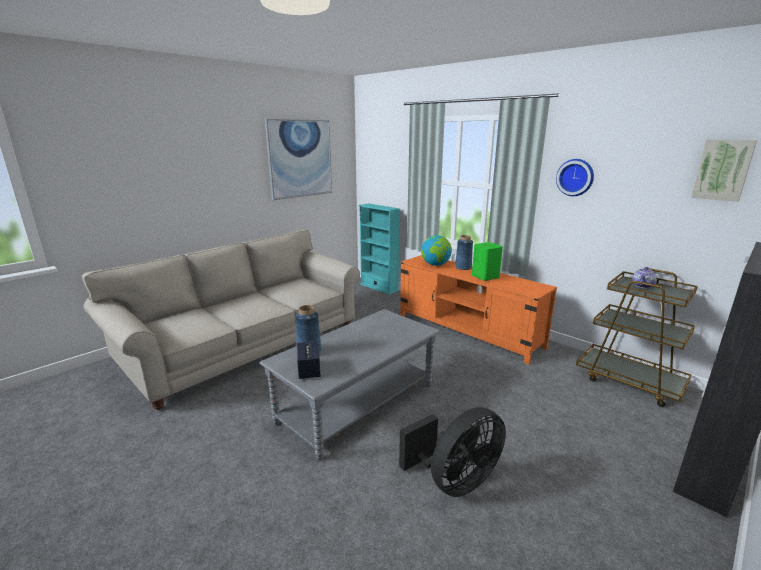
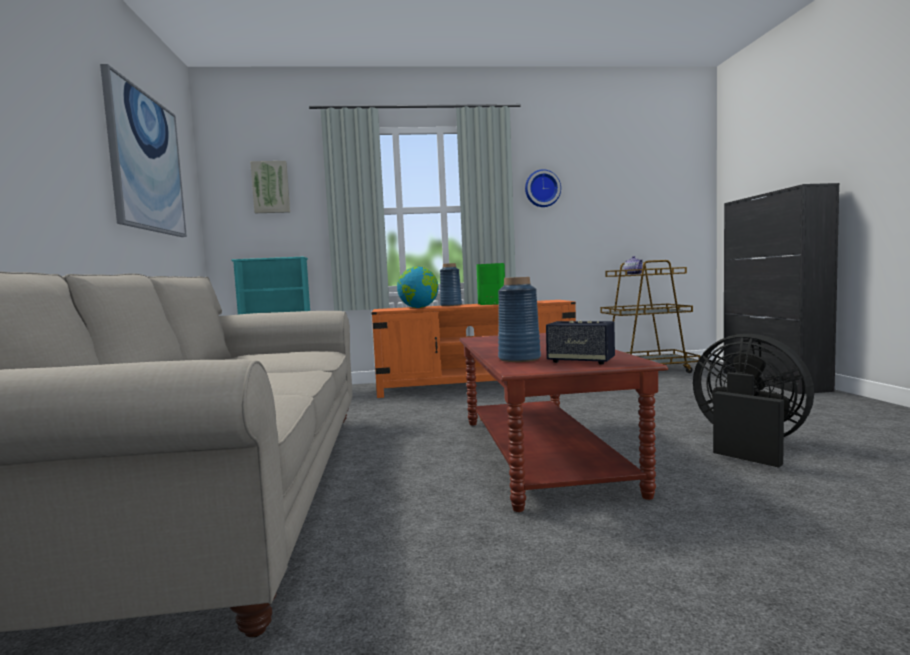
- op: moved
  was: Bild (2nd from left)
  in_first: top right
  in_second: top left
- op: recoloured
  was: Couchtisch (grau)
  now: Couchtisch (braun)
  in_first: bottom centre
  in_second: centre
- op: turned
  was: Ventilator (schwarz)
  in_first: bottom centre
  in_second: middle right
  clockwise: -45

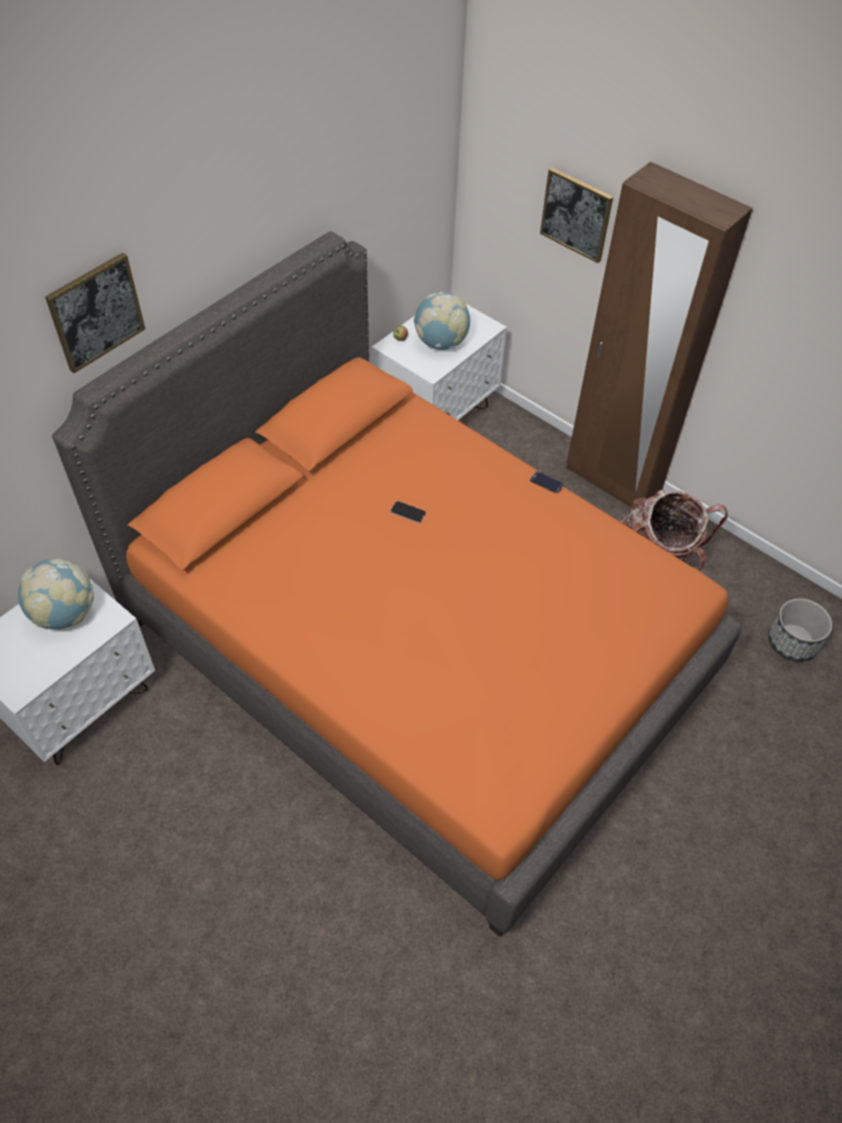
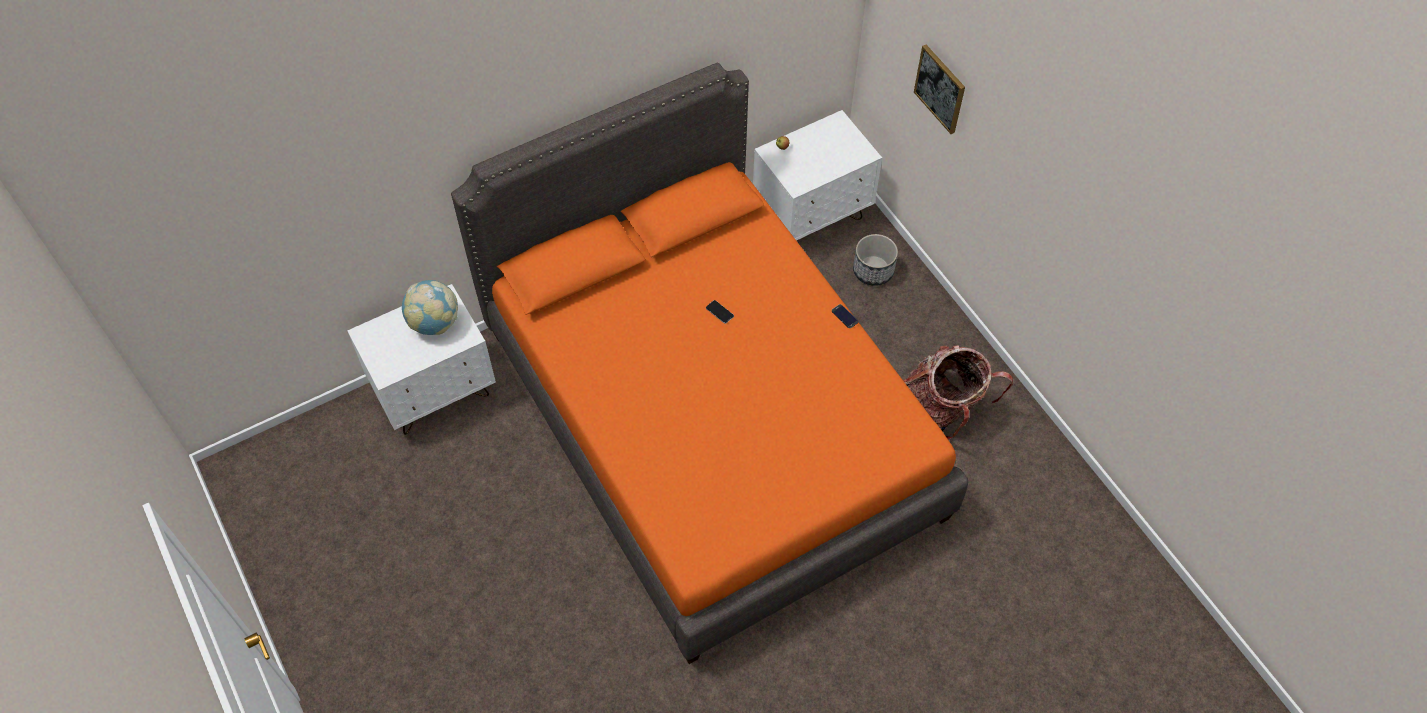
- op: removed
  was: Kleiderschrank (braun)
  in_first: top right
- op: removed
  was: Bild (1st from left)
  in_first: top left
- op: removed
  was: Globus (2nd from left)
  in_first: top centre
- op: moved
  was: Pflanzkübel
  in_first: middle right
  in_second: centre

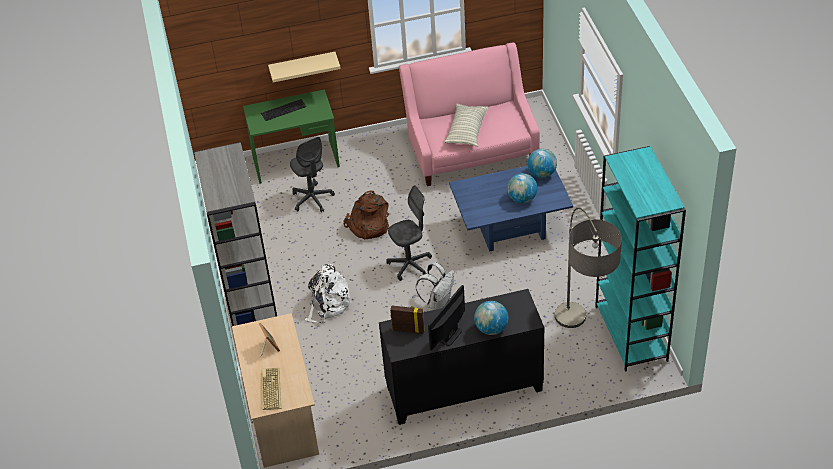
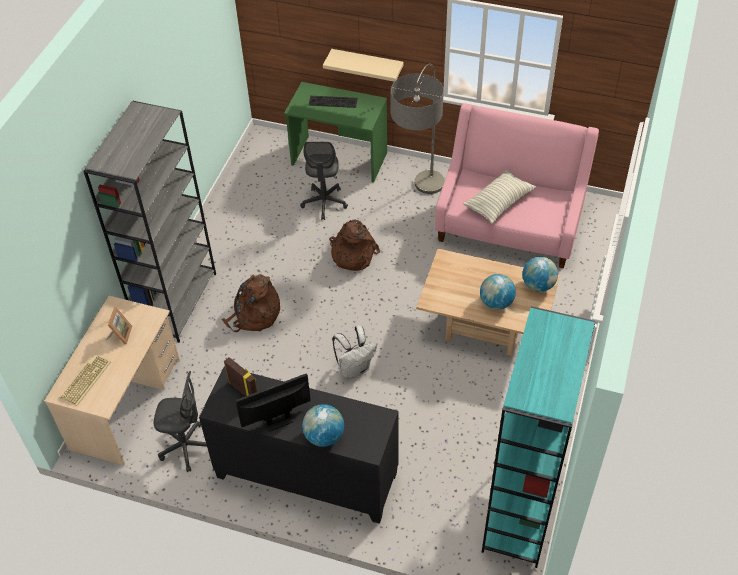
- op: recoloured
  was: Couchtisch (blau)
  now: Couchtisch (beige)
  in_first: centre
  in_second: centre
- op: moved
  was: Bürostuhl (grau) (2nd from left in the first image)
  now: Bürostuhl (grau) (1st from left)
  in_first: centre
  in_second: bottom left
- op: moved
  was: Stehlampe
  in_first: middle right
  in_second: top centre
- op: recoloured
  was: Rucksack (weiß) (1st from left)
  now: Rucksack (braun) (1st from left)
  in_first: centre
  in_second: centre

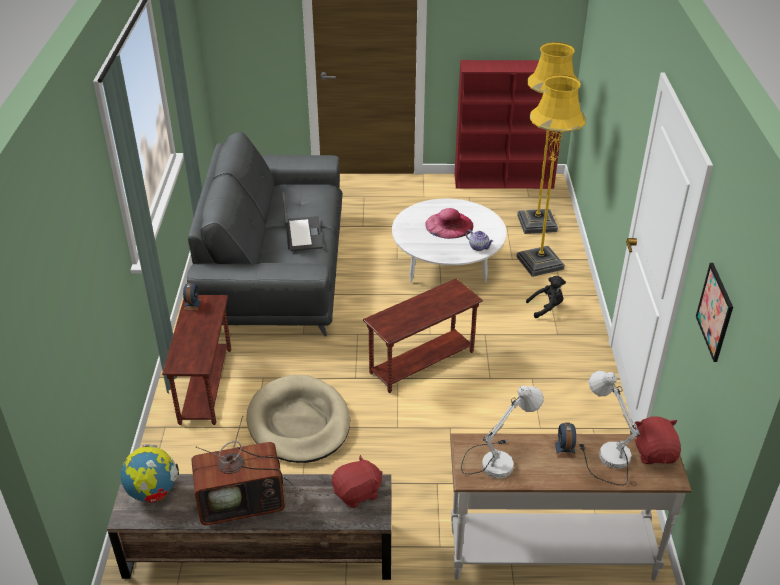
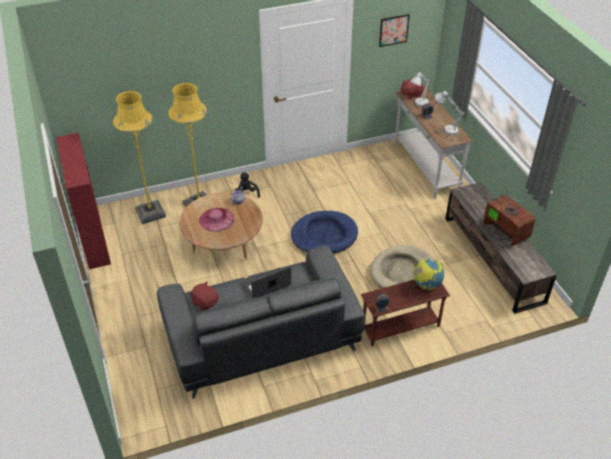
- op: recoloured
  was: Couchtisch (weiß)
  now: Couchtisch (braun)
  in_first: centre
  in_second: centre
- op: replaced
  was: Beistelltisch (braun) (2nd from left)
  now: Hundebett (blau)
  in_first: centre
  in_second: centre
- op: moved
  was: Globus
  in_first: bottom left
  in_second: middle right
- op: moved
  was: Plüschtier (rot) (1st from left)
  in_first: bottom centre
  in_second: centre

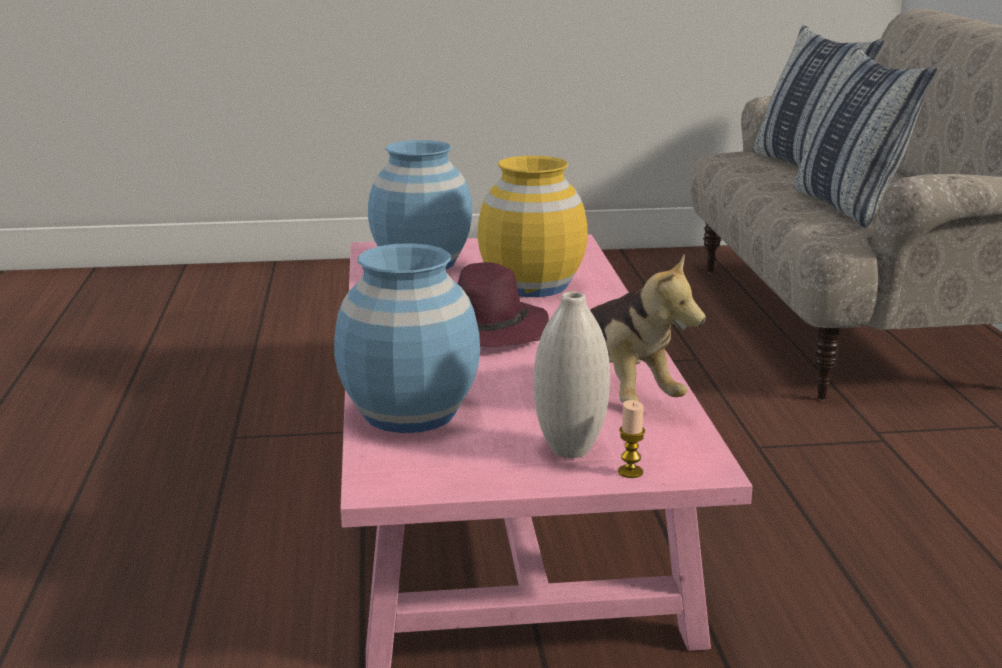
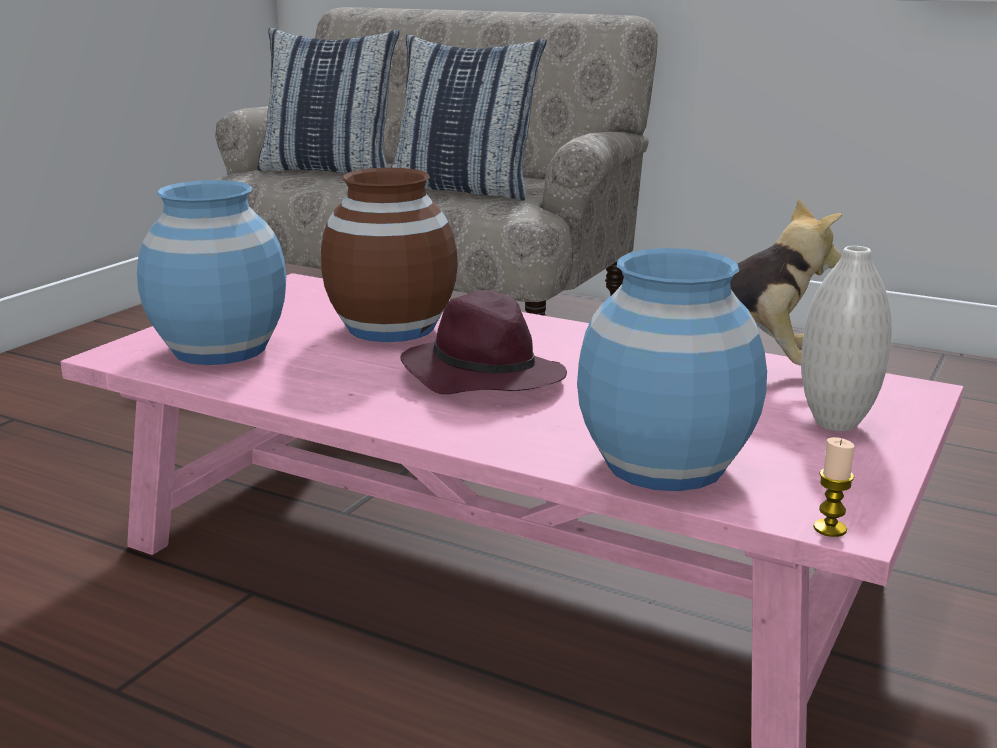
- op: recoloured
  was: Vase (gelb)
  now: Vase (braun)
  in_first: centre
  in_second: centre
- op: moved
  was: Kerze
  in_first: centre
  in_second: middle right

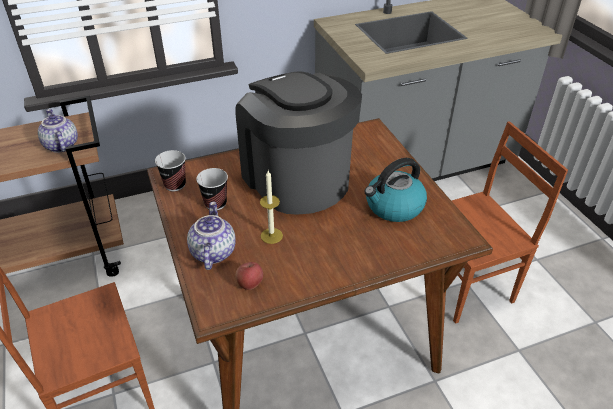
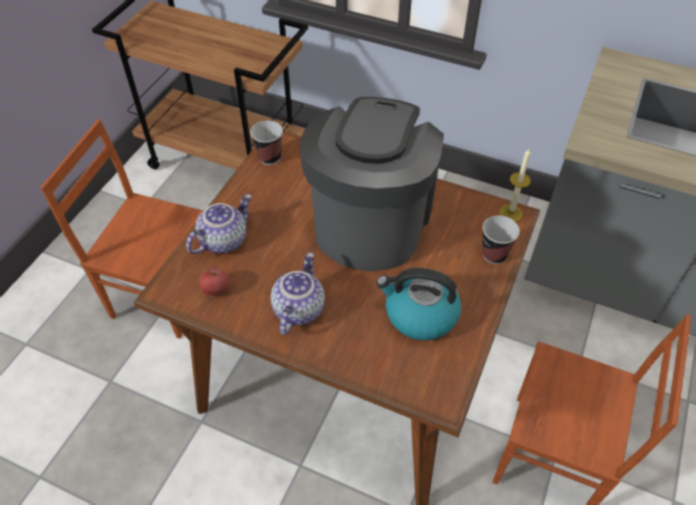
- op: moved
  was: Teekanne (1st from left in the first image)
  now: Teekanne (2nd from left)
  in_first: top left
  in_second: centre
- op: moved
  was: Tasse (2nd from left)
  in_first: centre
  in_second: middle right
- op: moved
  was: Kerze
  in_first: centre
  in_second: middle right

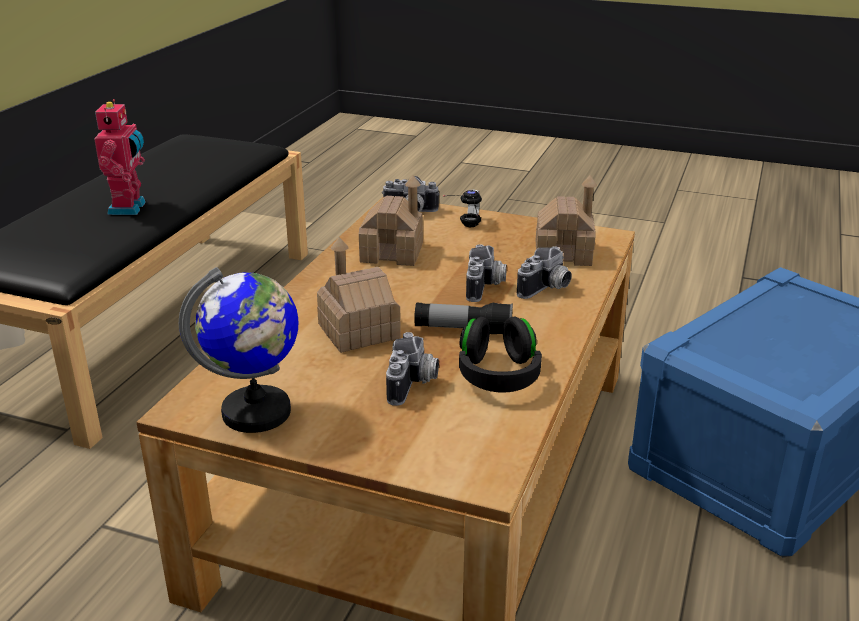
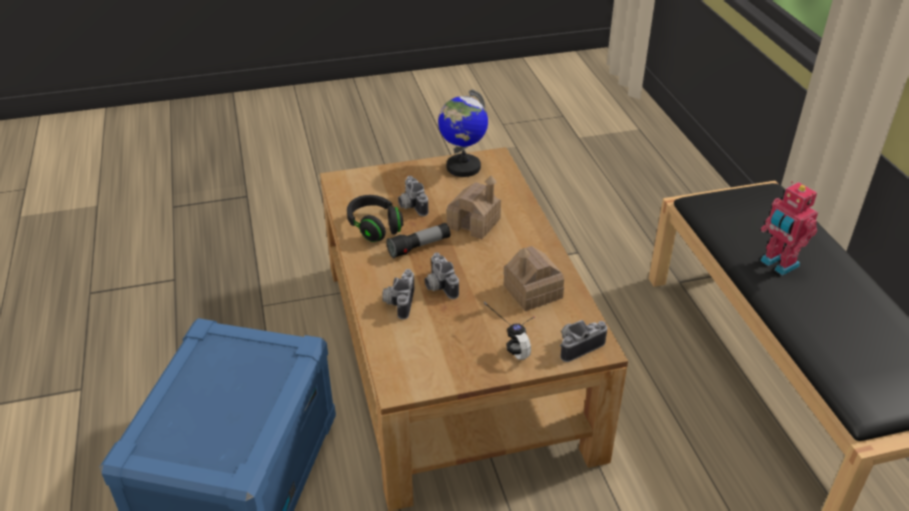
- op: removed
  was: Spielzeughaus (3rd from left)
  in_first: centre

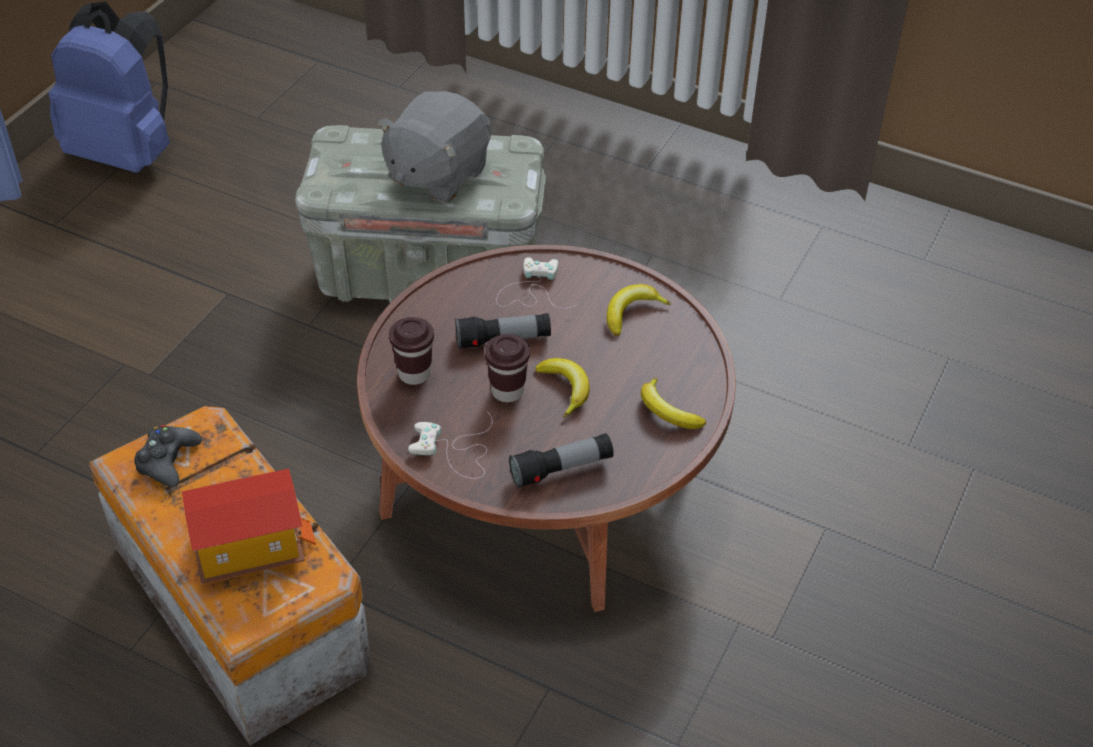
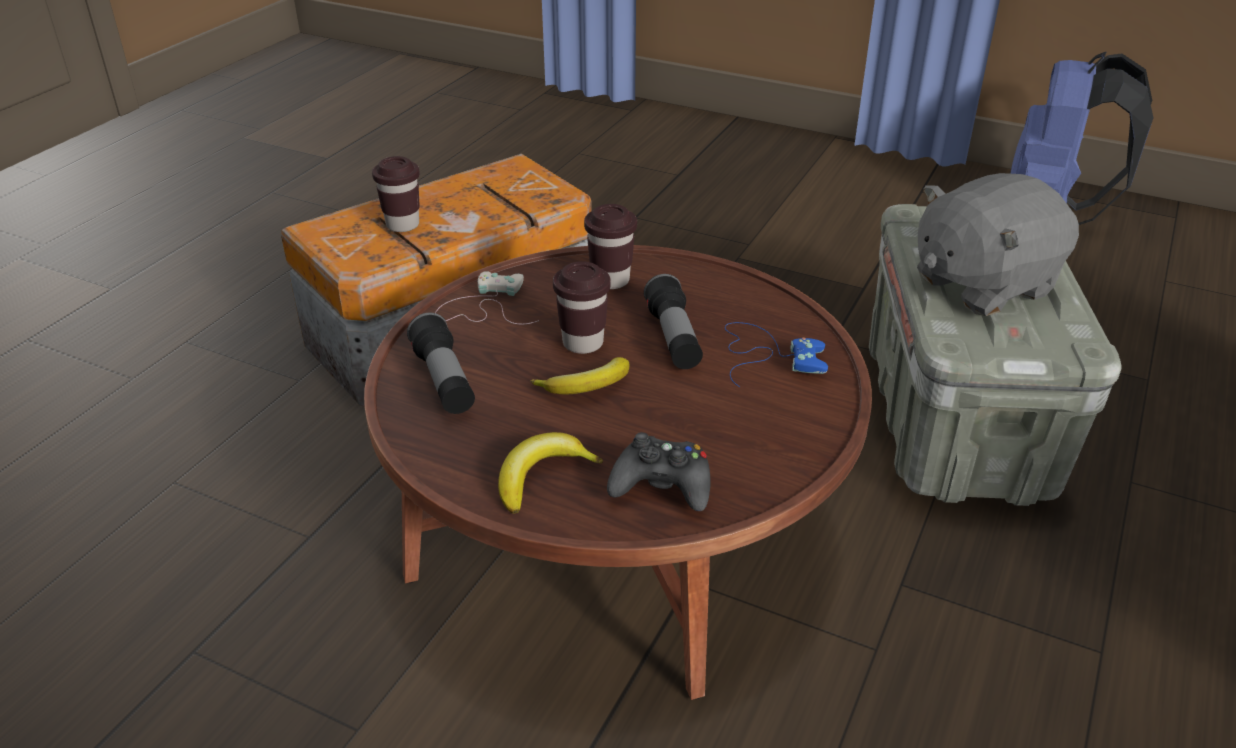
- op: turned
  was: Plüschtier (grau)
  in_first: top centre
  in_second: top right
  clockwise: -60
- op: recoloured
  was: Gamepad (weiß) (2nd from left)
  now: Gamepad (blau)
  in_first: centre
  in_second: centre
- op: removed
  was: Banane (2nd from left)
  in_first: centre
- op: moved
  was: Gamepad (schwarz)
  in_first: middle left
  in_second: centre
- op: replaced
  was: Spielzeughaus
  now: Tasse (braun) (1st from left)
  in_first: bottom left
  in_second: top left

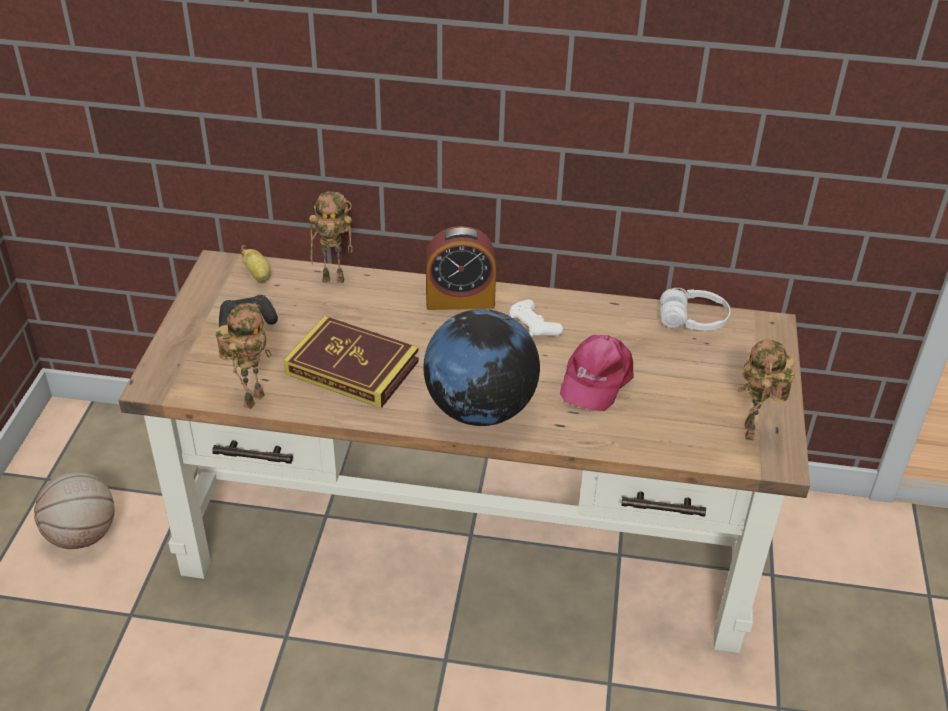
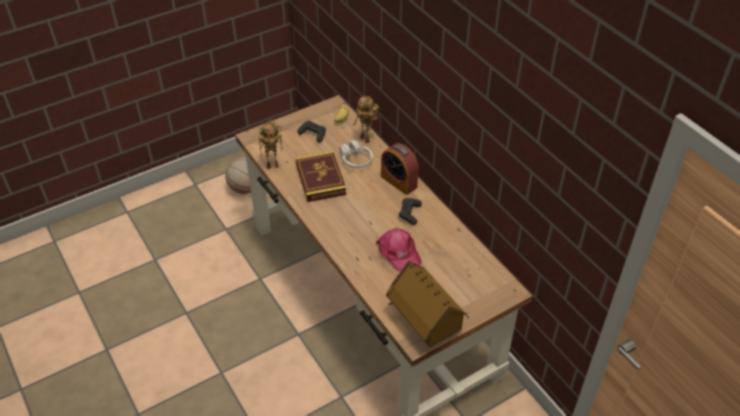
- op: moved
  was: Kopfhörer (weiß)
  in_first: middle right
  in_second: centre
- op: recoloured
  was: Gamepad (weiß)
  now: Gamepad (schwarz) (2nd from left)
  in_first: centre
  in_second: centre
- op: removed
  was: Globus
  in_first: centre
- op: turned
  was: Kappe (rosa)
  in_first: centre
  in_second: centre
  clockwise: -105
- op: replaced
  was: Spielzeugroboter (3rd from left)
  now: Spielzeughaus
  in_first: middle right
  in_second: bottom centre

